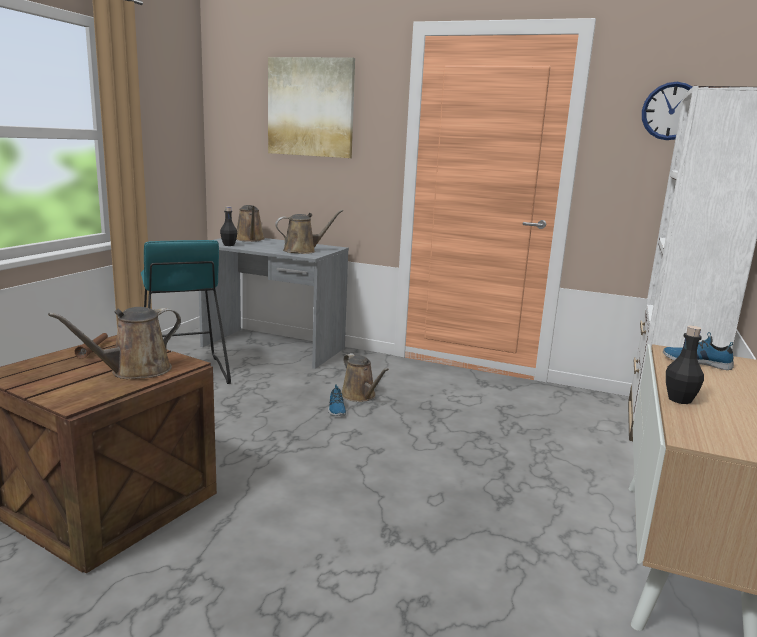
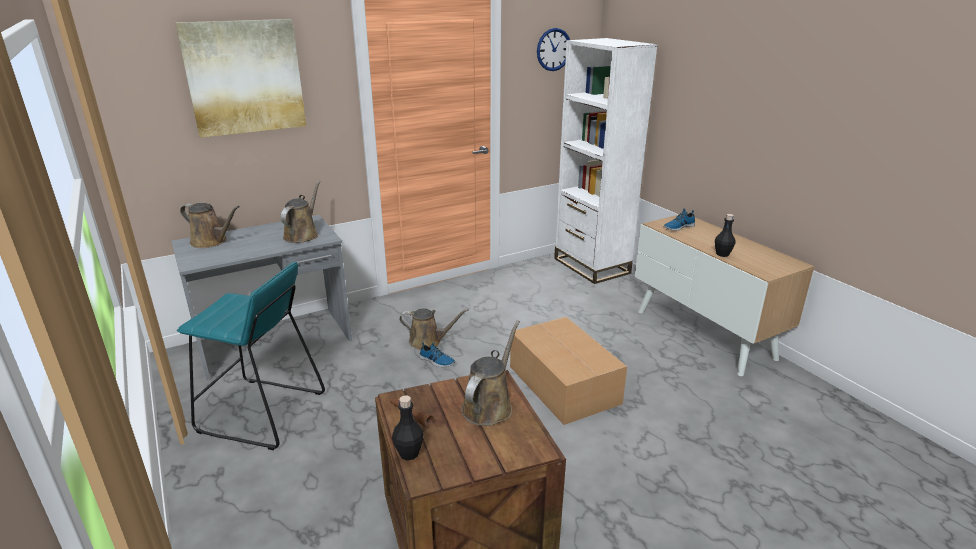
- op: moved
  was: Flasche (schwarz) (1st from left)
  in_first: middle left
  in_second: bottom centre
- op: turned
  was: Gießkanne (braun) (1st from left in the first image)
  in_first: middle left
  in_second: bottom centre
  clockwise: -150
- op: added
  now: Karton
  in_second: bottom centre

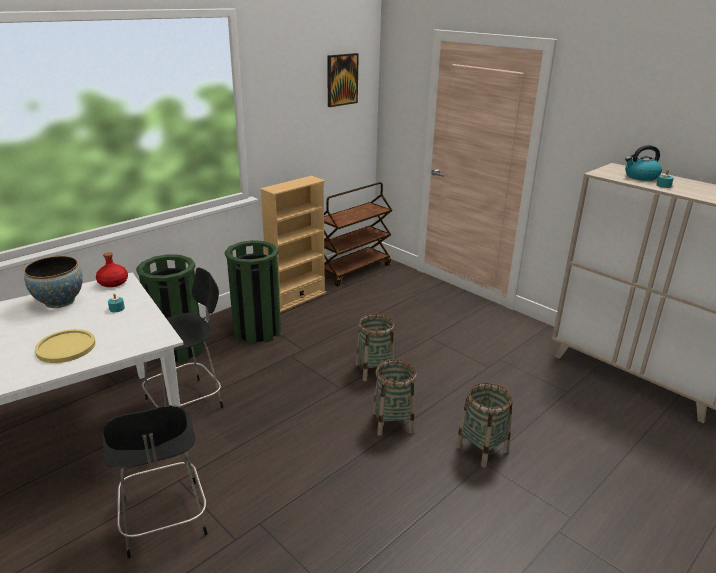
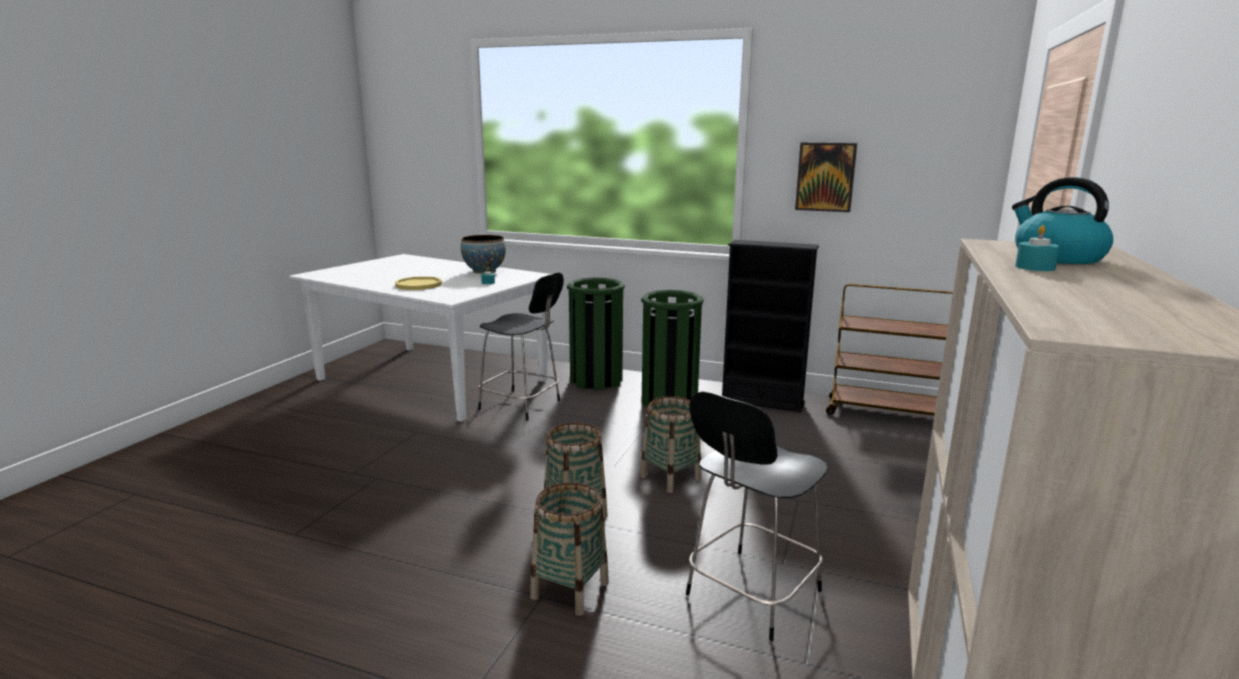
- op: moved
  was: Bild
  in_first: top centre
  in_second: top right
- op: recoloured
  was: Bücherregal (beige)
  now: Bücherregal (schwarz)
  in_first: centre
  in_second: centre
- op: removed
  was: Flasche (rot)
  in_first: middle left
- op: moved
  was: Stuhl (schwarz) (1st from left in the first image)
  now: Stuhl (schwarz) (2nd from left)
  in_first: bottom left
  in_second: bottom centre

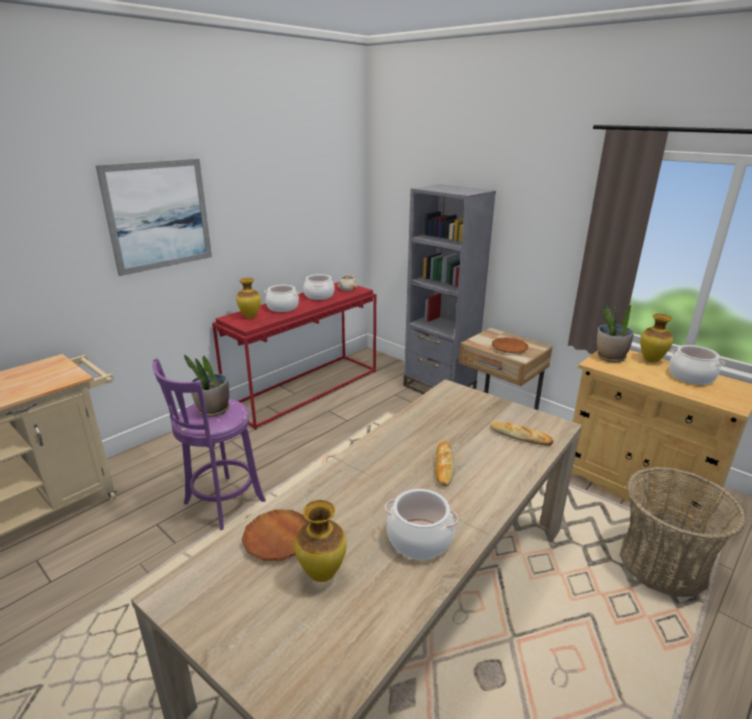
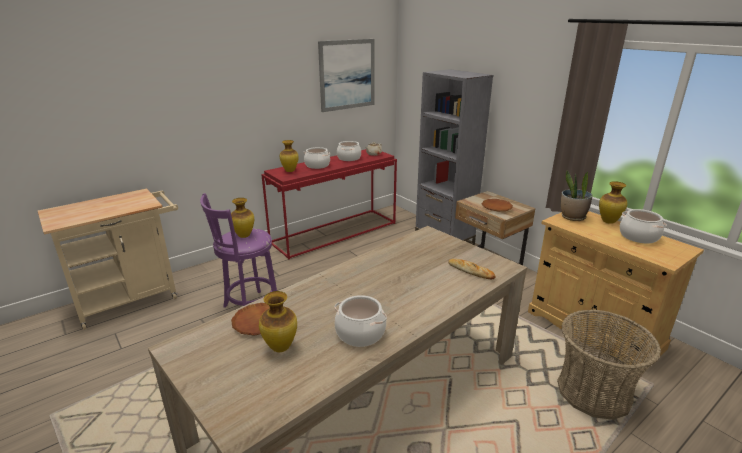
- op: moved
  was: Bild
  in_first: top left
  in_second: top centre
- op: replaced
  was: Topfpflanze (1st from left)
  now: Vase (1st from left)
  in_first: middle left
  in_second: middle left
- op: removed
  was: Brot (1st from left)
  in_first: centre

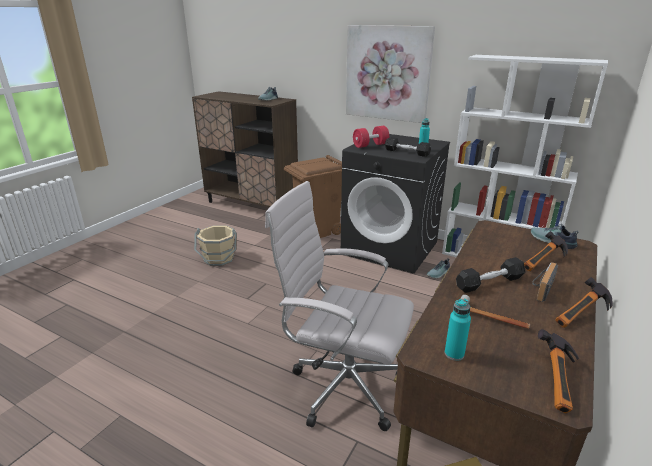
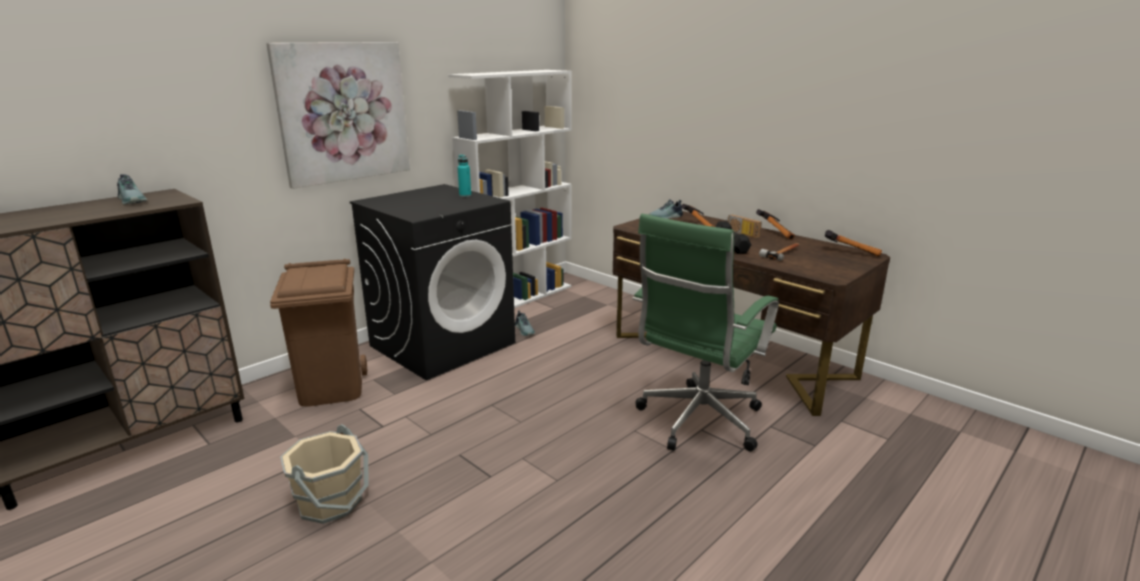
- op: removed
  was: Hantel (rot)
  in_first: top centre
- op: removed
  was: Hantel (schwarz) (1st from left)
  in_first: top centre
- op: recoloured
  was: Bürostuhl (weiß)
  now: Bürostuhl (grün)
  in_first: centre
  in_second: centre
- op: removed
  was: Flasche (türkis) (2nd from left)
  in_first: bottom right

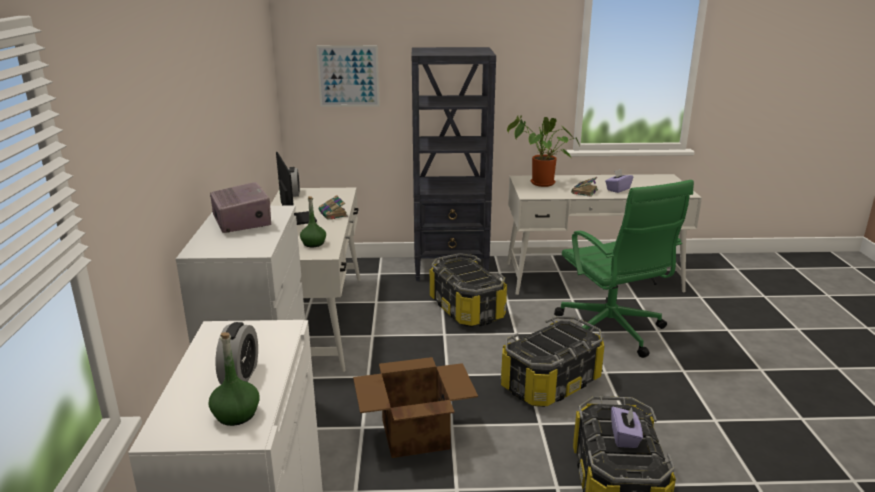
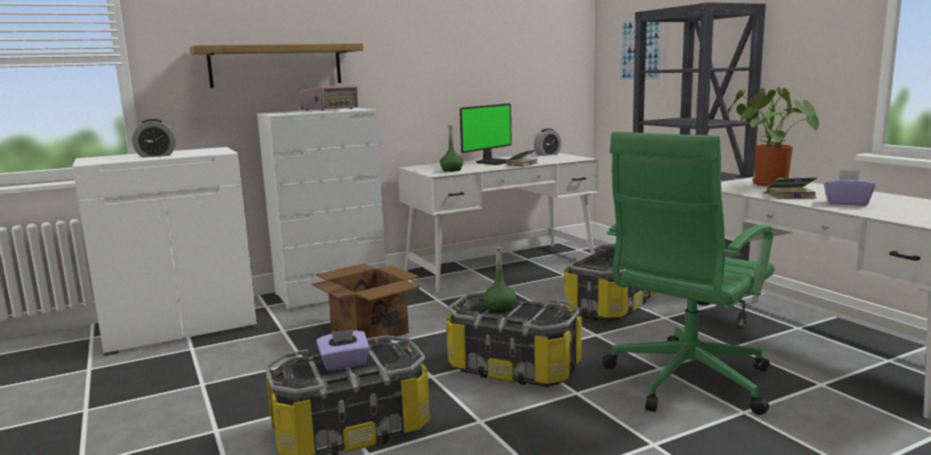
- op: moved
  was: Flasche (grün) (1st from left in the first image)
  now: Flasche (grün) (2nd from left)
  in_first: bottom left
  in_second: centre
- op: added
  now: Wandregal
  in_second: top left

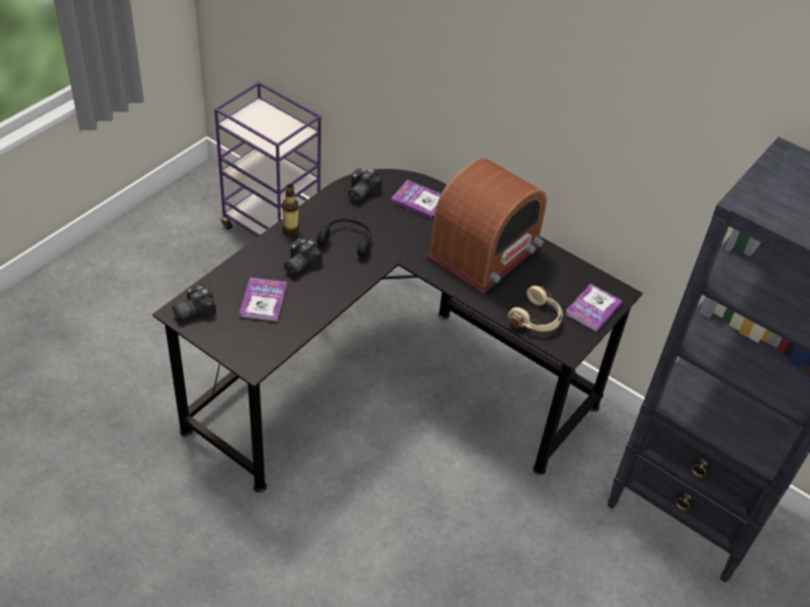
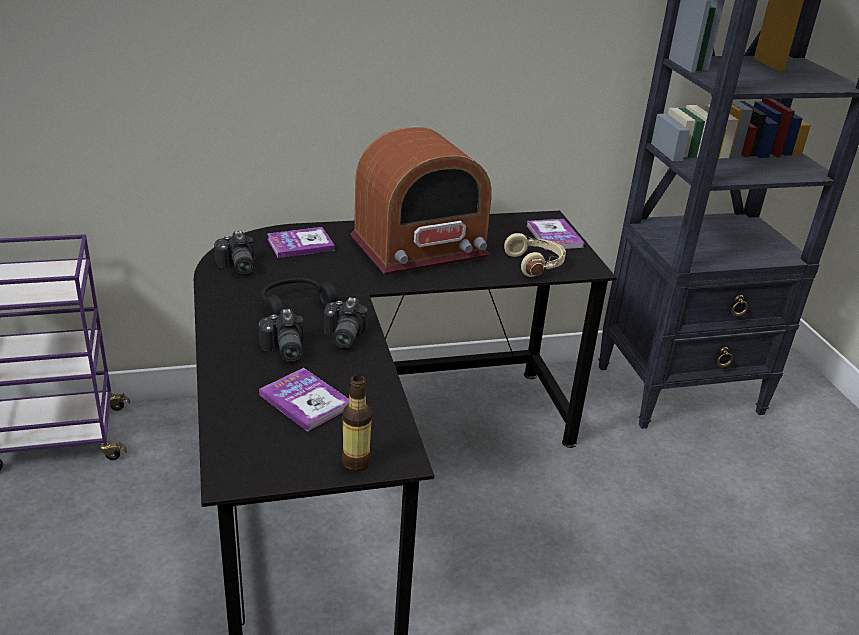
- op: turned
  was: Radio
  in_first: centre
  in_second: top centre
  clockwise: 75
- op: moved
  was: Flasche
  in_first: centre
  in_second: bottom centre
- op: moved
  was: Kamera (1st from left in the first image)
  now: Kamera (3rd from left)
  in_first: middle left
  in_second: centre

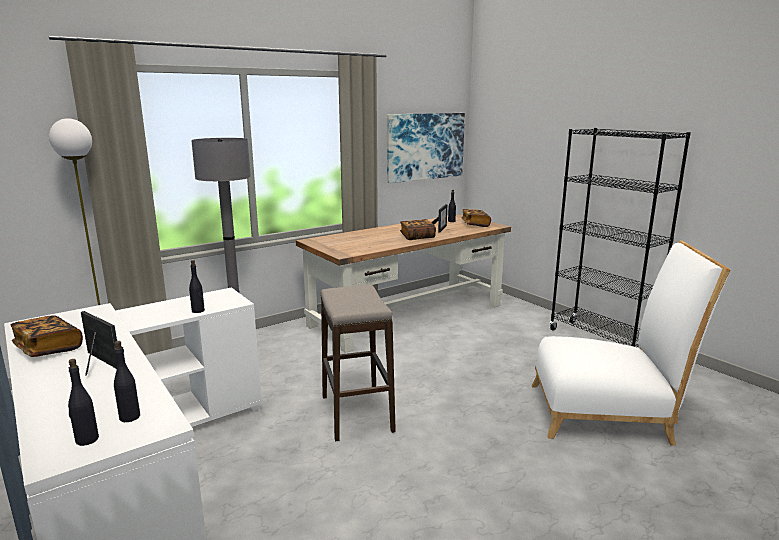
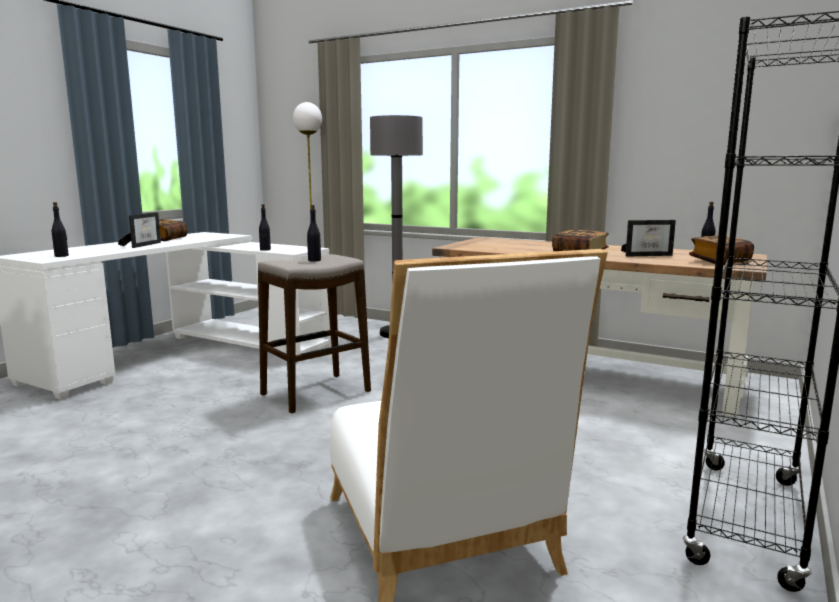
- op: removed
  was: Bild
  in_first: top centre
- op: moved
  was: Flasche (schwarz) (1st from left in the first image)
  now: Flasche (schwarz) (3rd from left)
  in_first: bottom left
  in_second: centre

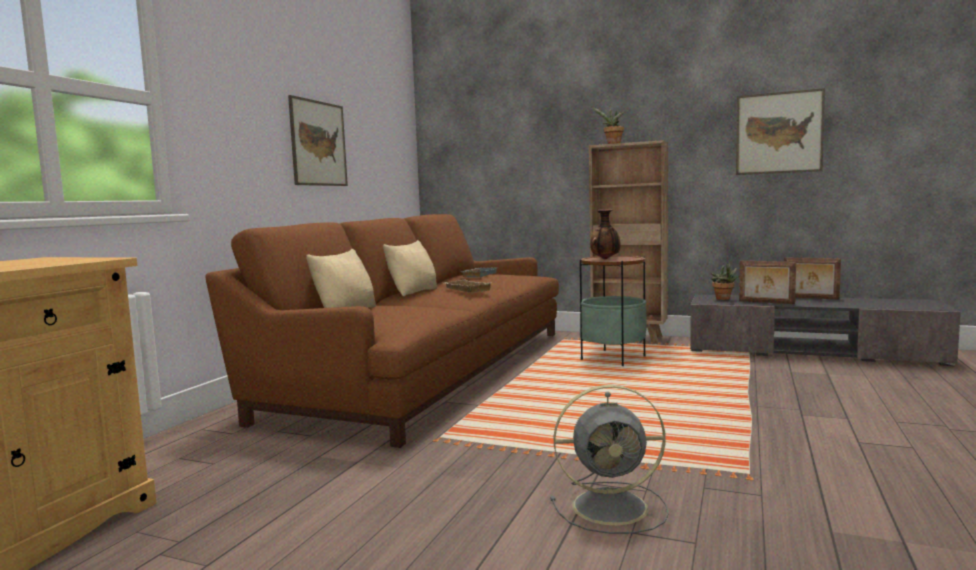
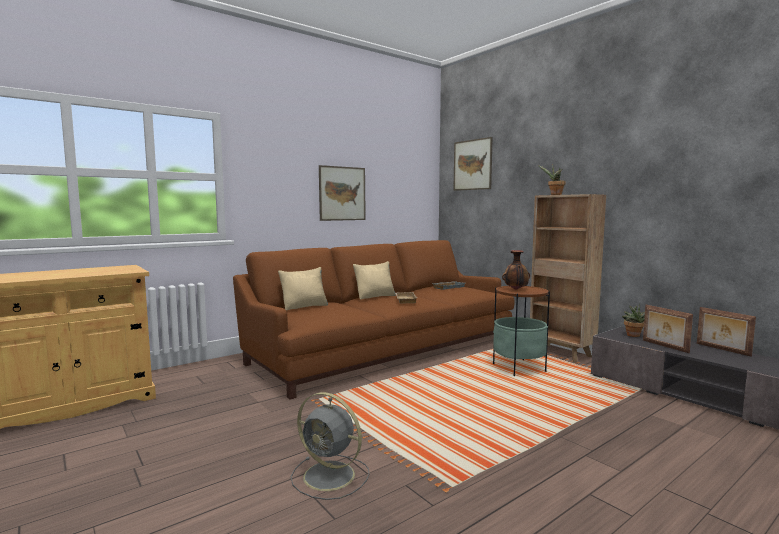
- op: moved
  was: Bild (2nd from left)
  in_first: top right
  in_second: top centre

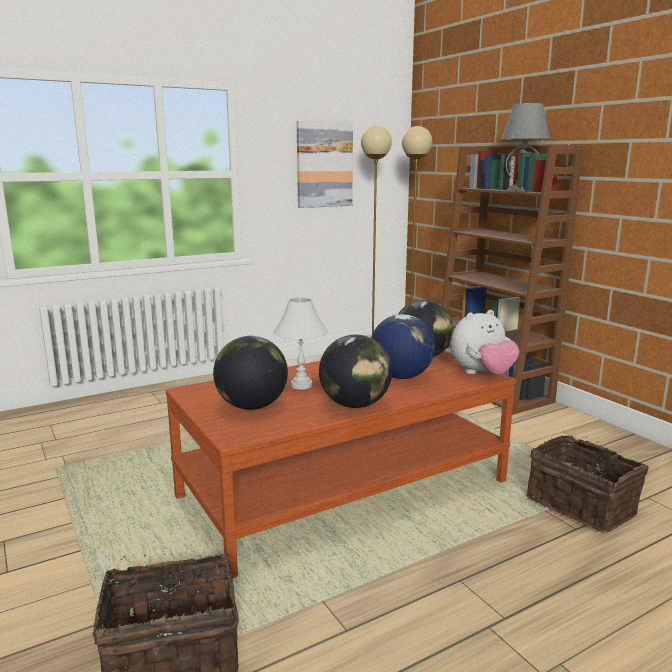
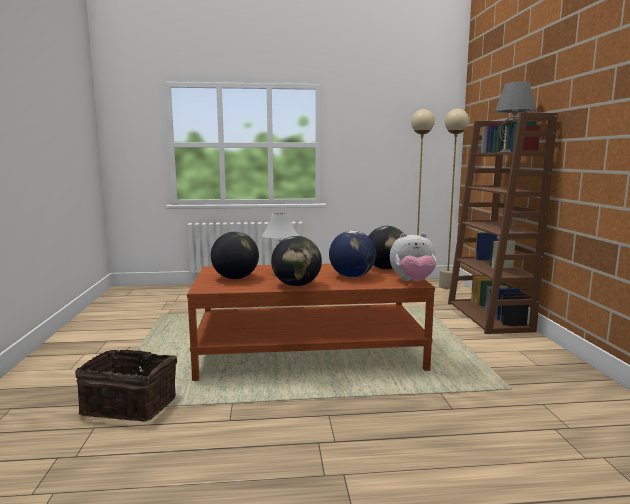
- op: removed
  was: Bild
  in_first: top centre
- op: removed
  was: Korb (2nd from left)
  in_first: bottom right

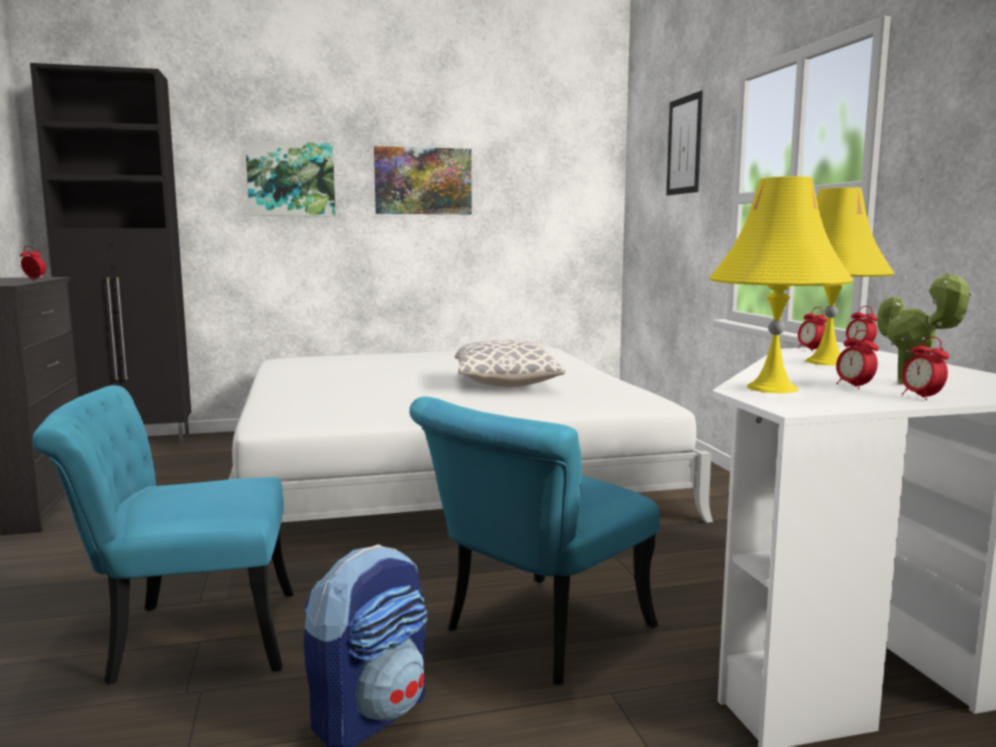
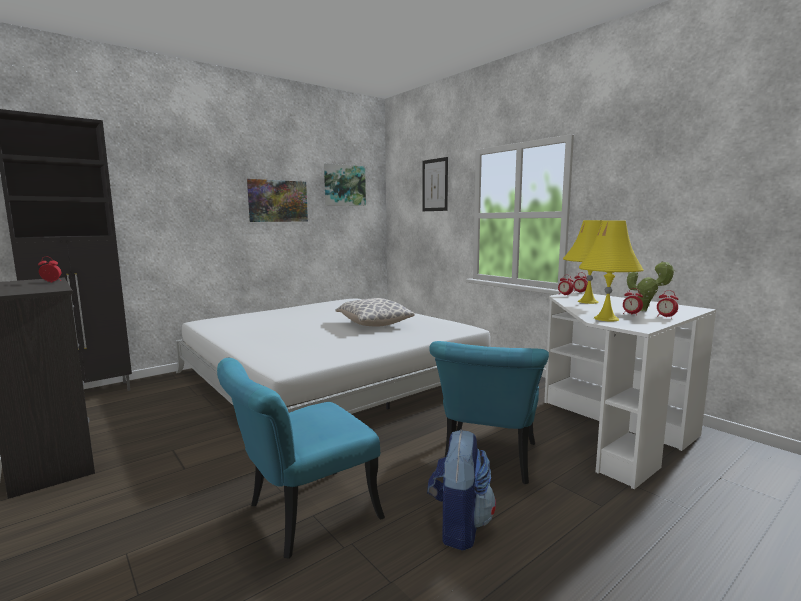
- op: moved
  was: Bild (1st from left in the first image)
  now: Bild (2nd from left)
  in_first: top left
  in_second: top centre

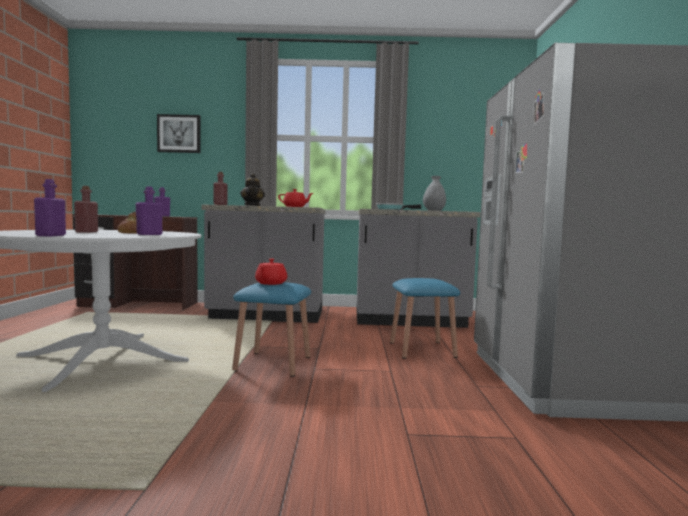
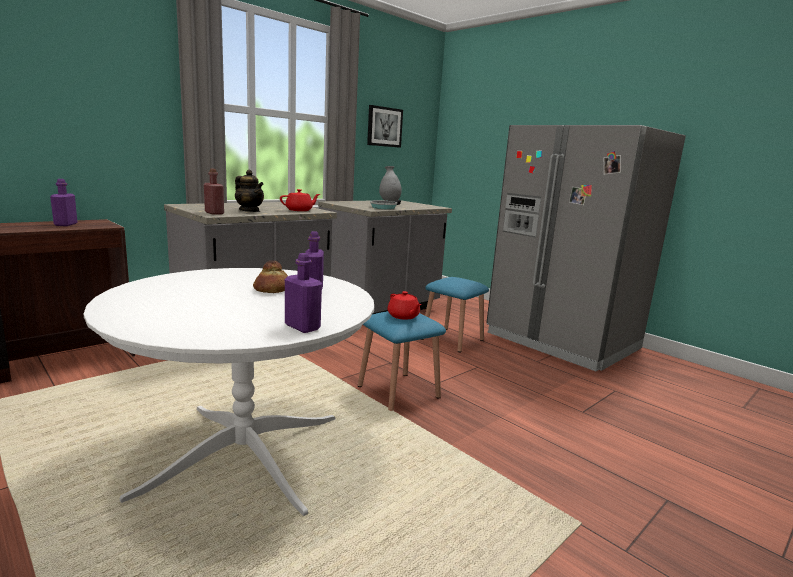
- op: moved
  was: Bild
  in_first: top left
  in_second: top centre
- op: removed
  was: Flasche (rot) (1st from left)
  in_first: middle left

